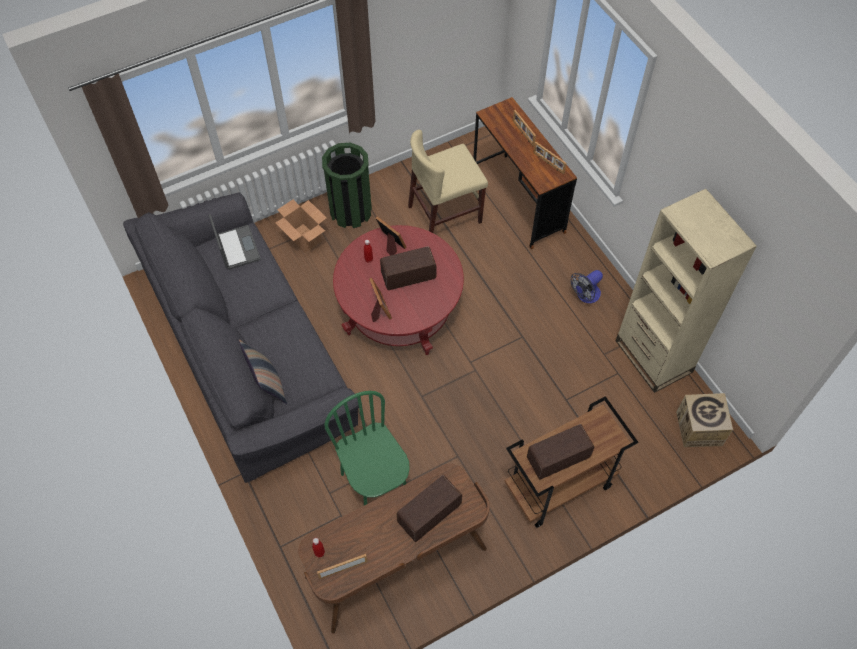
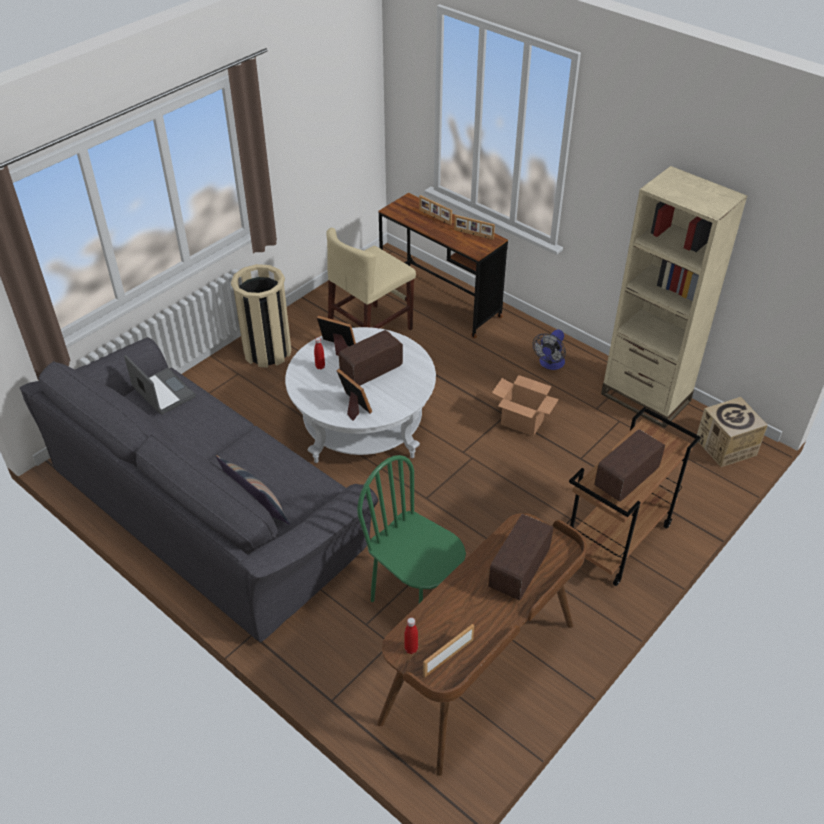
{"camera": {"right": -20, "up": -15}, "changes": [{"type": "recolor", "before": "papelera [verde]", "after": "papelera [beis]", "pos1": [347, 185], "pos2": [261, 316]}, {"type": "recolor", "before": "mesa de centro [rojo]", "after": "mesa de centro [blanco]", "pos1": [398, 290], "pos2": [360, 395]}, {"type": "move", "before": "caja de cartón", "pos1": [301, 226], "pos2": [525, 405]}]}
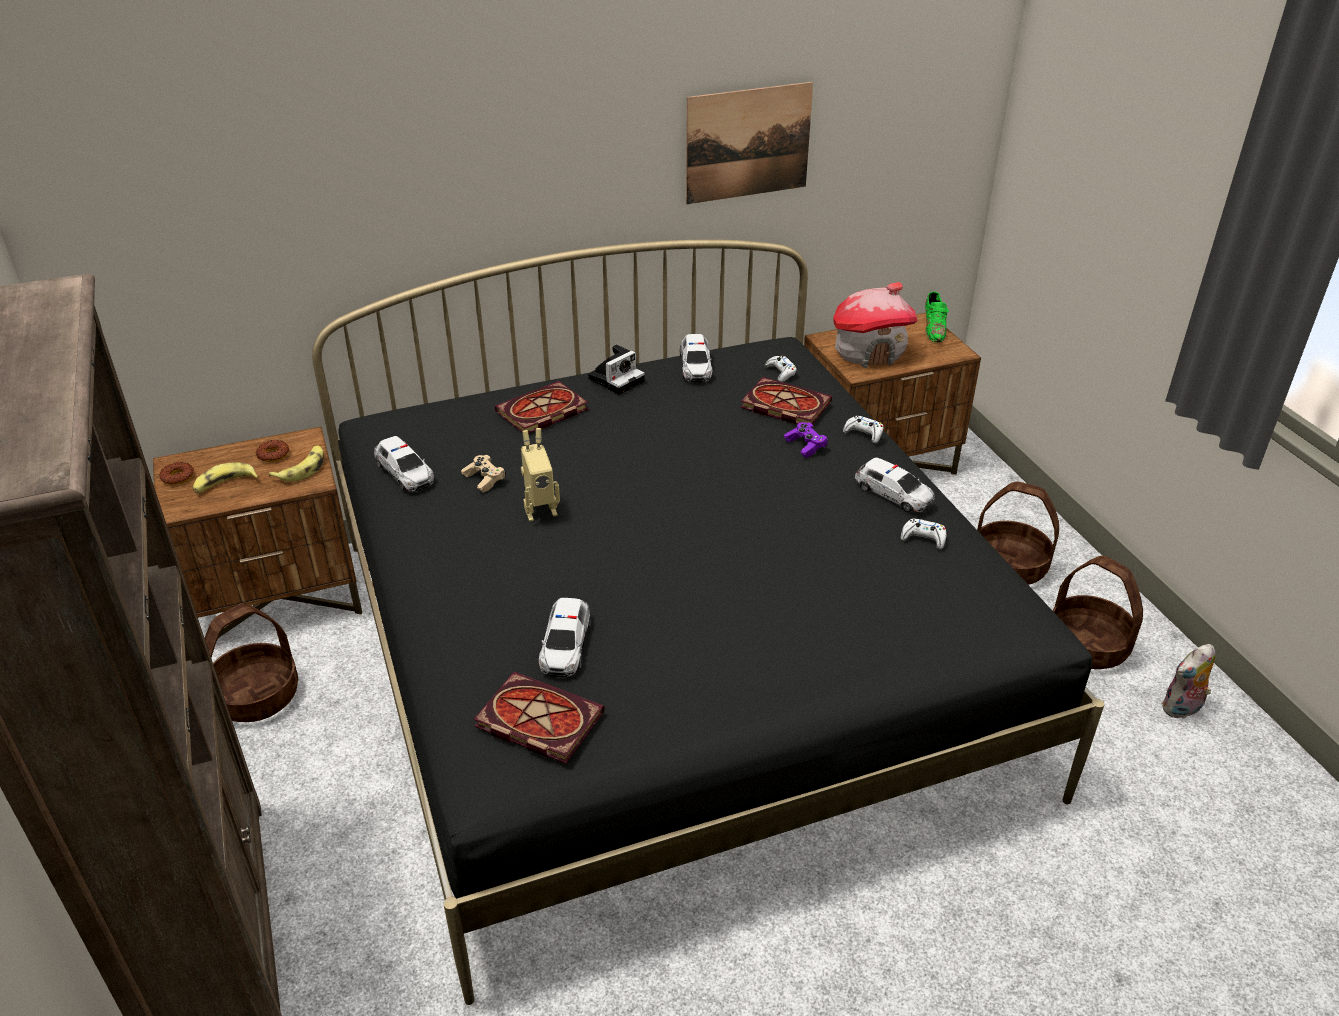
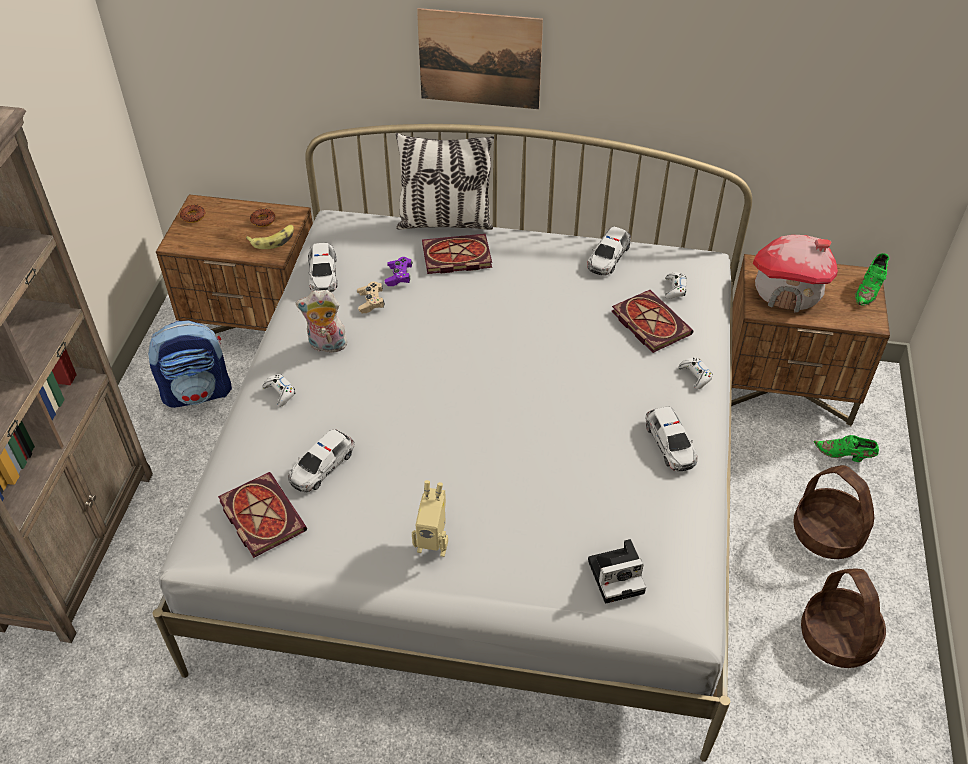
{"camera": {"right": 30, "up": 10}, "changes": [{"type": "replace", "before": "cesta", "after": "mochila", "pos1": [251, 663], "pos2": [190, 364]}, {"type": "recolor", "before": "cama [negro]", "after": "cama [blanco]", "pos1": [708, 622], "pos2": [452, 443]}, {"type": "move", "before": "mando de consola [blanco]", "pos1": [923, 534], "pos2": [279, 390]}, {"type": "move", "before": "peluche", "pos1": [1188, 682], "pos2": [321, 321]}, {"type": "move", "before": "mando de consola [morado]", "pos1": [806, 440], "pos2": [399, 271]}, {"type": "insert", "after": "cojín", "pos2": [445, 181]}, {"type": "move", "before": "robot de juguete", "pos1": [540, 474], "pos2": [430, 518]}, {"type": "move", "before": "cuadro", "pos1": [749, 143], "pos2": [480, 58]}, {"type": "move", "before": "cámara", "pos1": [616, 369], "pos2": [617, 571]}, {"type": "insert", "after": "zapato [verde]", "pos2": [846, 448]}, {"type": "delete", "before": "plátano", "pos1": [226, 477]}]}
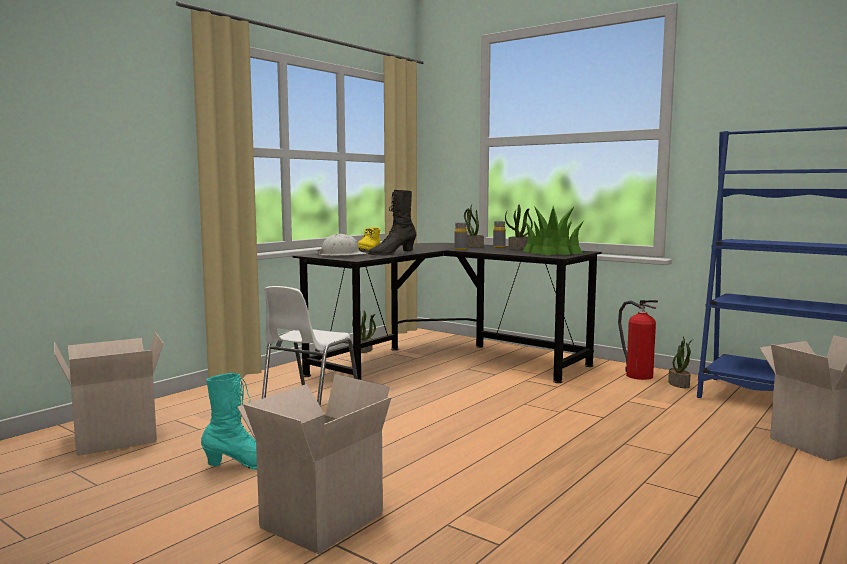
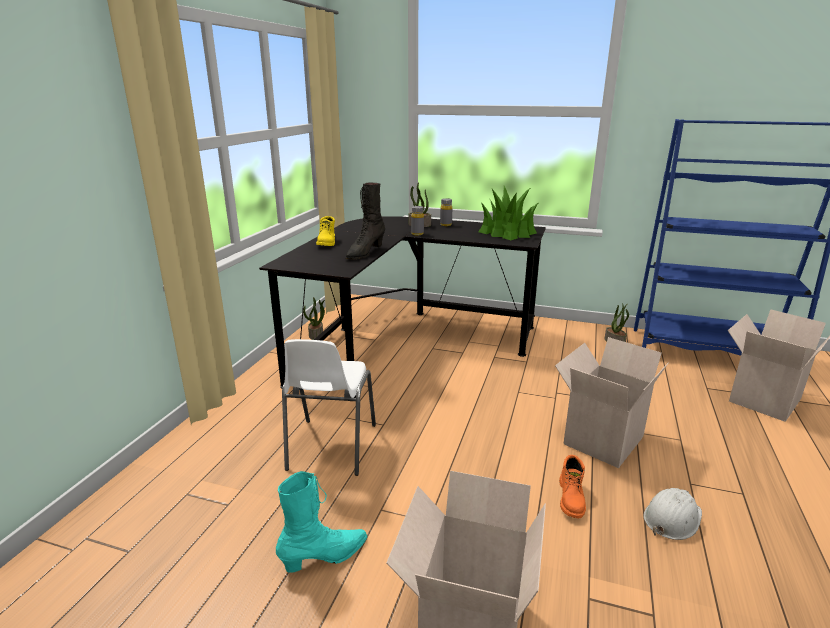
{"camera": {"right": -20, "up": 15}, "changes": [{"type": "move", "before": "caja de cartón", "pos1": [108, 394], "pos2": [611, 402]}, {"type": "insert", "after": "bota [naranja]", "pos2": [572, 486]}, {"type": "move", "before": "casco [blanco]", "pos1": [342, 245], "pos2": [672, 514]}, {"type": "delete", "before": "planta en maceta", "pos1": [519, 227]}, {"type": "delete", "before": "extintor", "pos1": [638, 340]}]}
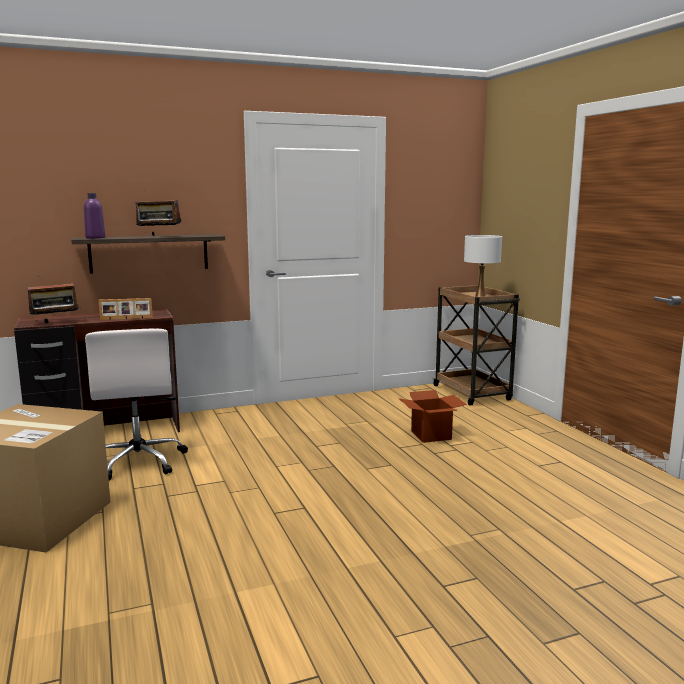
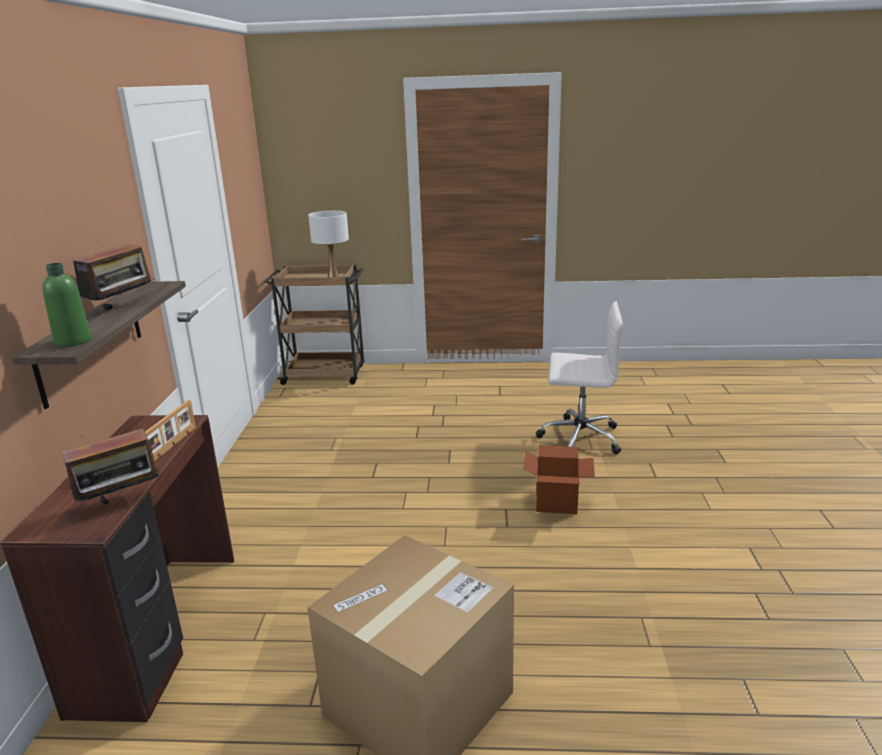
{"camera": {"right": -65, "up": 10}, "changes": [{"type": "recolor", "before": "botella [morado]", "after": "botella [verde]", "pos1": [94, 216], "pos2": [66, 305]}, {"type": "rotate", "before": "radio", "pos1": [52, 299], "pos2": [112, 467], "turn": 60}, {"type": "move", "before": "caja de cartón", "pos1": [433, 416], "pos2": [559, 479]}, {"type": "move", "before": "silla de oficina [blanco]", "pos1": [136, 404], "pos2": [579, 377]}]}
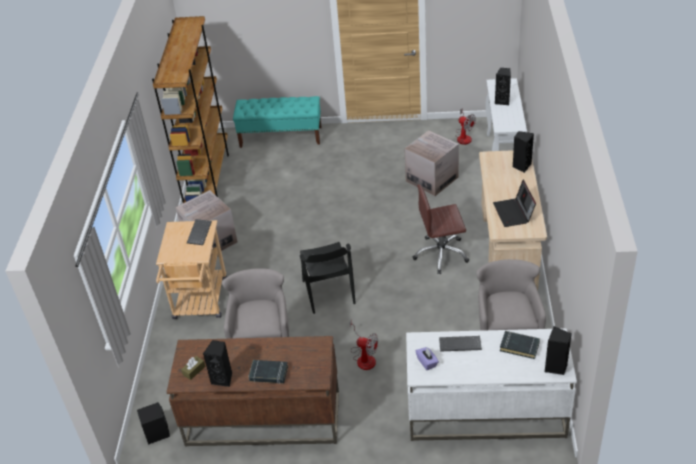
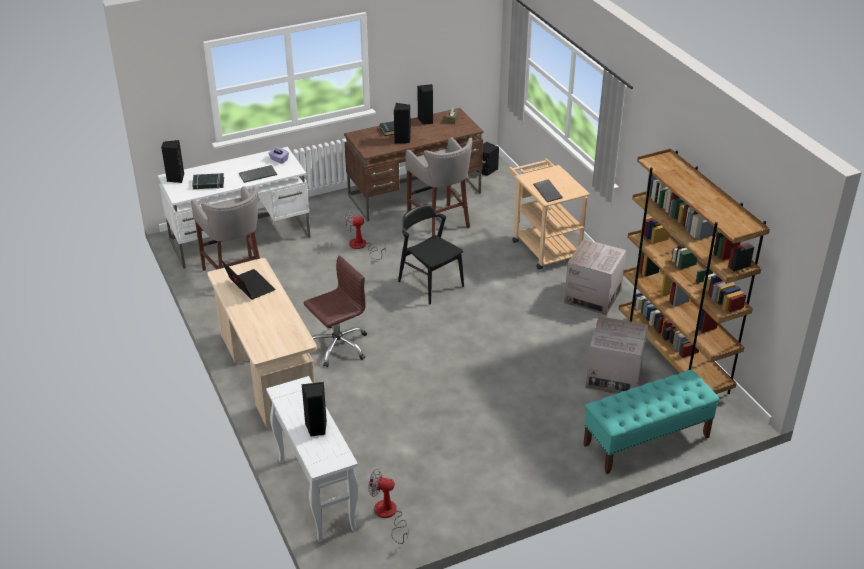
{"camera": {"right": 150, "up": -5}, "changes": [{"type": "move", "before": "altavoz [negro]", "pos1": [523, 152], "pos2": [402, 123]}, {"type": "move", "before": "caja de cartón", "pos1": [431, 163], "pos2": [617, 355]}]}
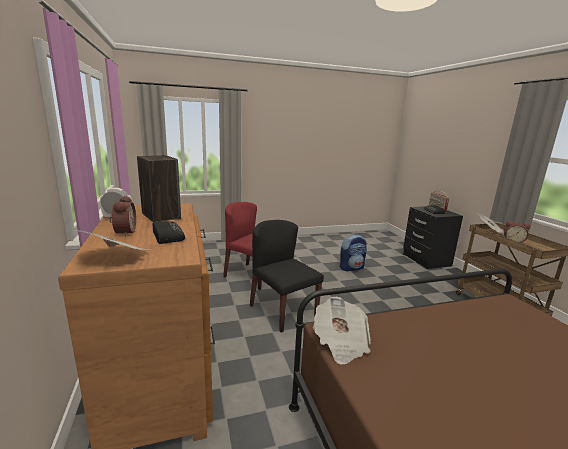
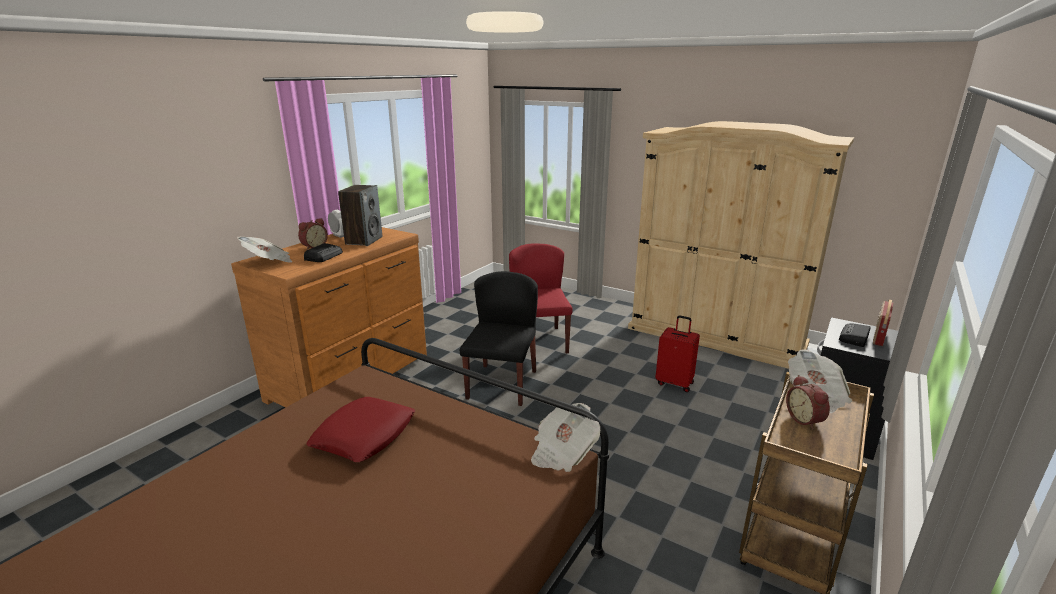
{"camera": {"right": 50, "up": 5}, "changes": [{"type": "insert", "after": "cojín [rojo]", "pos2": [360, 429]}, {"type": "move", "before": "periódico", "pos1": [342, 331], "pos2": [565, 437]}, {"type": "insert", "after": "armario ropero [beis]", "pos2": [741, 245]}, {"type": "replace", "before": "mochila", "after": "maleta [rojo]", "pos1": [353, 253], "pos2": [677, 353]}]}
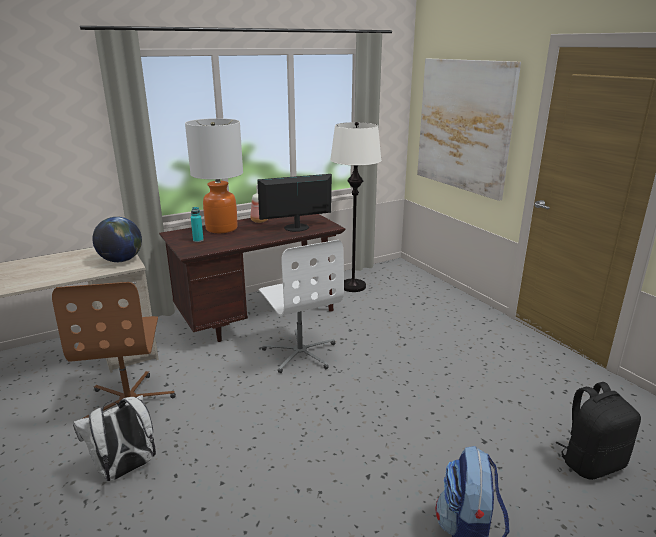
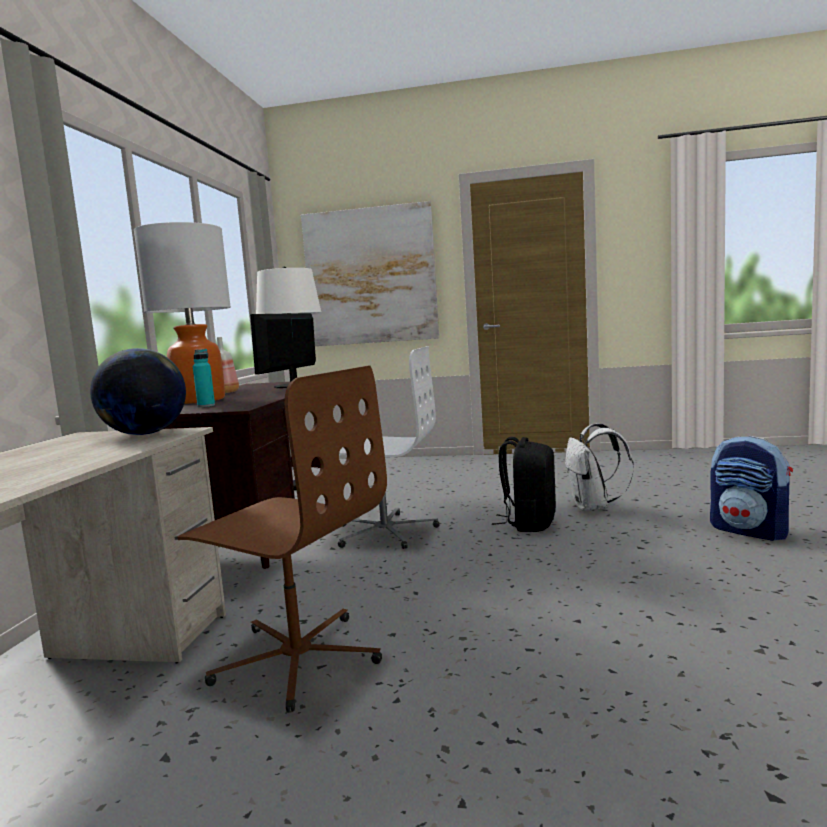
{"camera": {"right": -50, "up": -15}, "changes": [{"type": "move", "before": "mochila [negro]", "pos1": [598, 431], "pos2": [524, 484]}, {"type": "move", "before": "mochila [blanco]", "pos1": [114, 438], "pos2": [599, 467]}]}
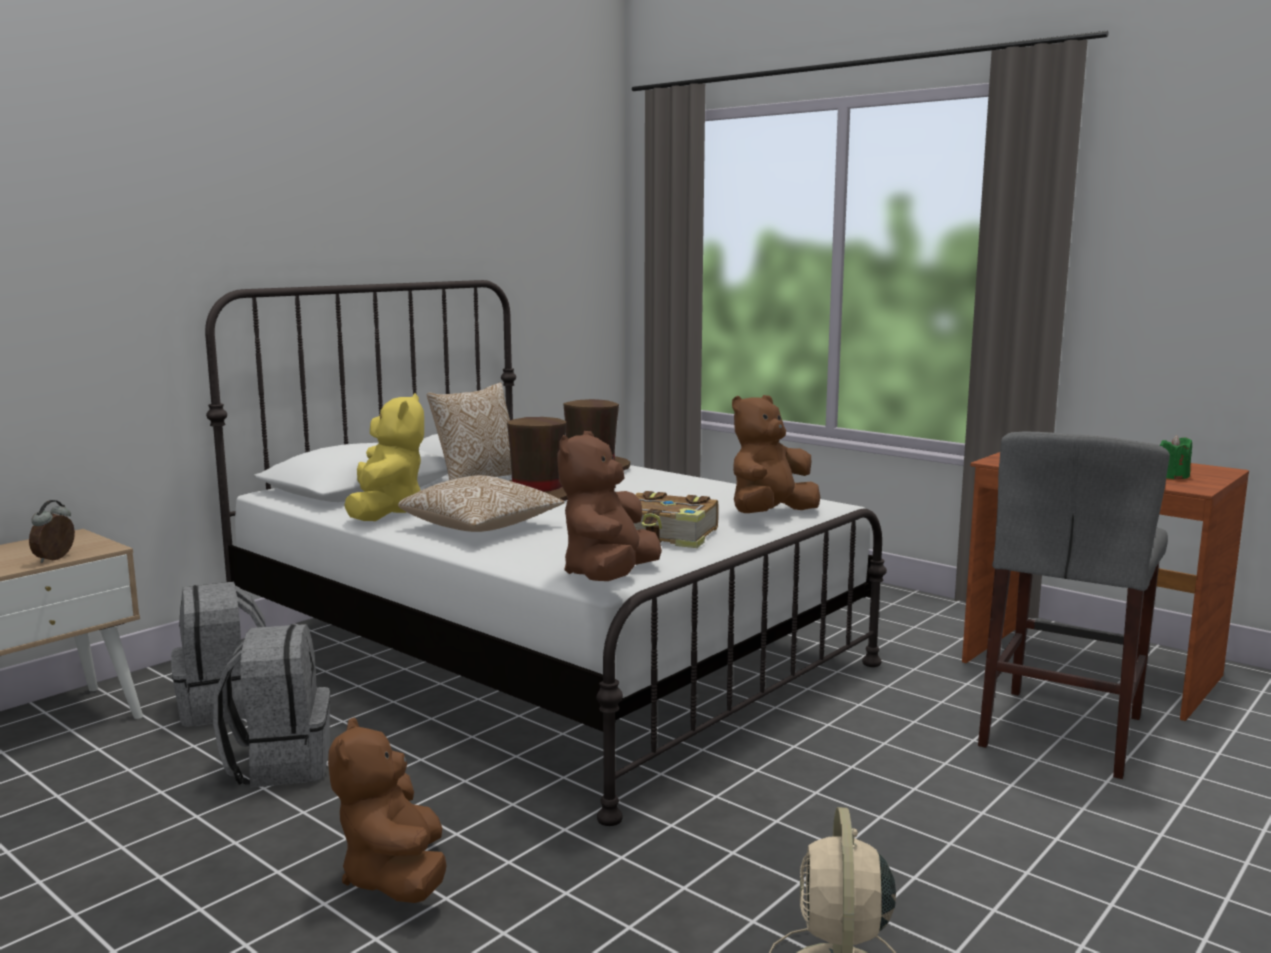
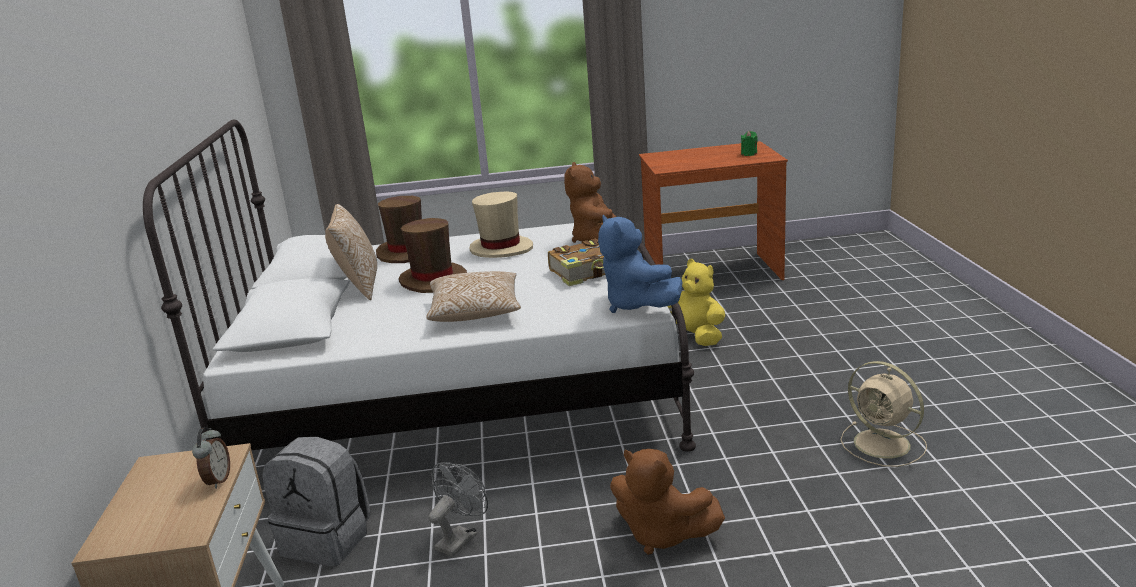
{"camera": {"right": -45, "up": 10}, "changes": [{"type": "rotate", "before": "despertador", "pos1": [52, 531], "pos2": [211, 458], "turn": -150}, {"type": "replace", "before": "mochila [gris]", "after": "ventilador [gris]", "pos1": [271, 706], "pos2": [458, 509]}, {"type": "insert", "after": "sombrero [beis]", "pos2": [501, 224]}, {"type": "recolor", "before": "peluche [marrón]", "after": "peluche [azul]", "pos1": [610, 506], "pos2": [640, 264]}, {"type": "move", "before": "peluche [amarillo]", "pos1": [384, 457], "pos2": [696, 302]}, {"type": "delete", "before": "taburete [gris]", "pos1": [1074, 605]}]}
